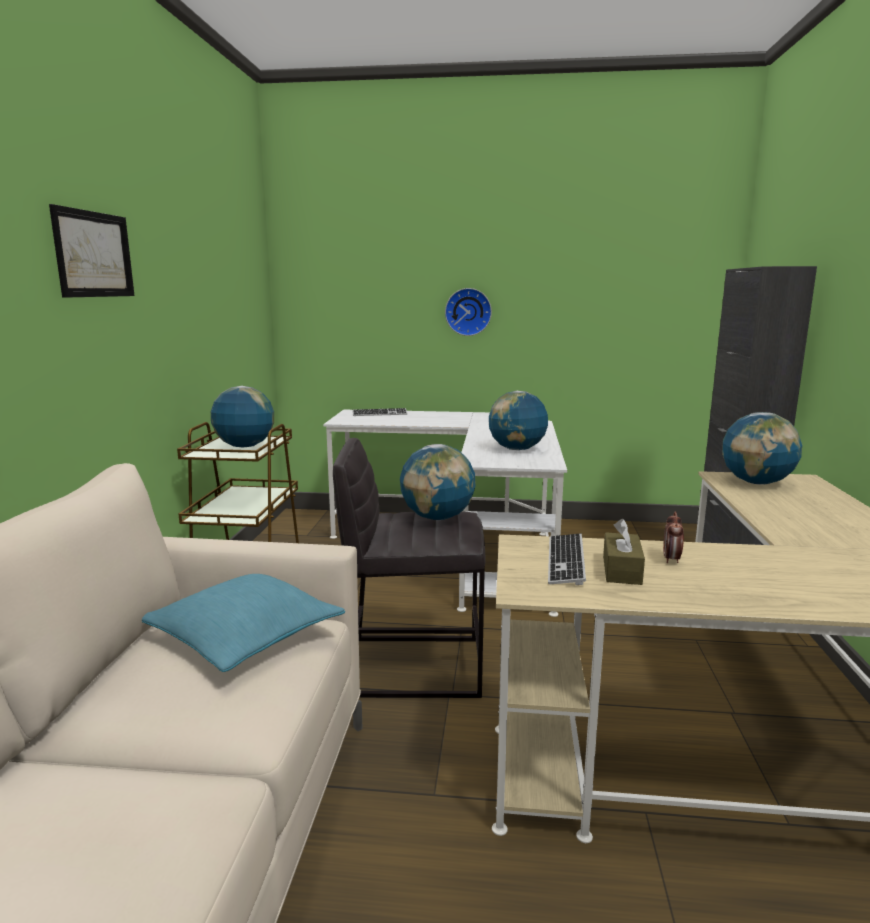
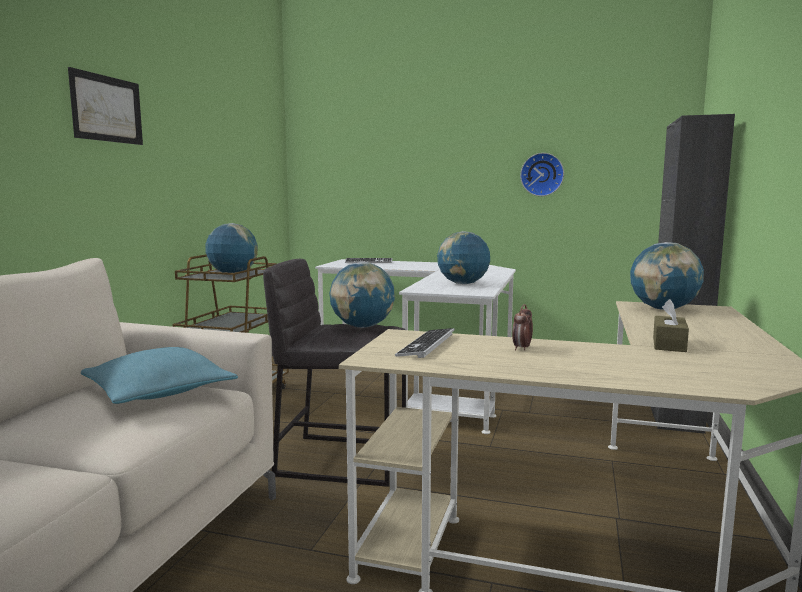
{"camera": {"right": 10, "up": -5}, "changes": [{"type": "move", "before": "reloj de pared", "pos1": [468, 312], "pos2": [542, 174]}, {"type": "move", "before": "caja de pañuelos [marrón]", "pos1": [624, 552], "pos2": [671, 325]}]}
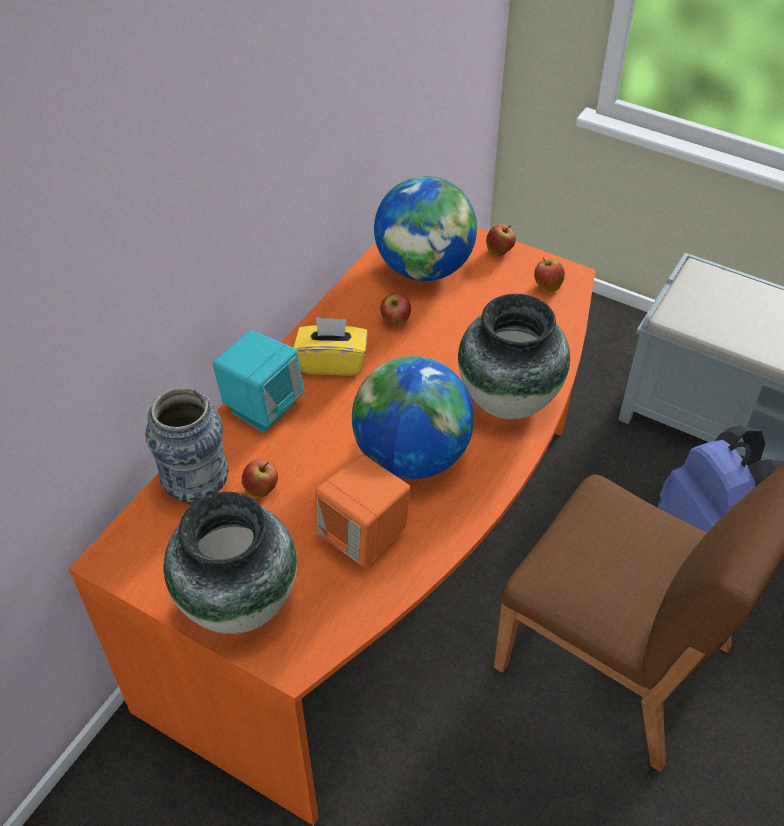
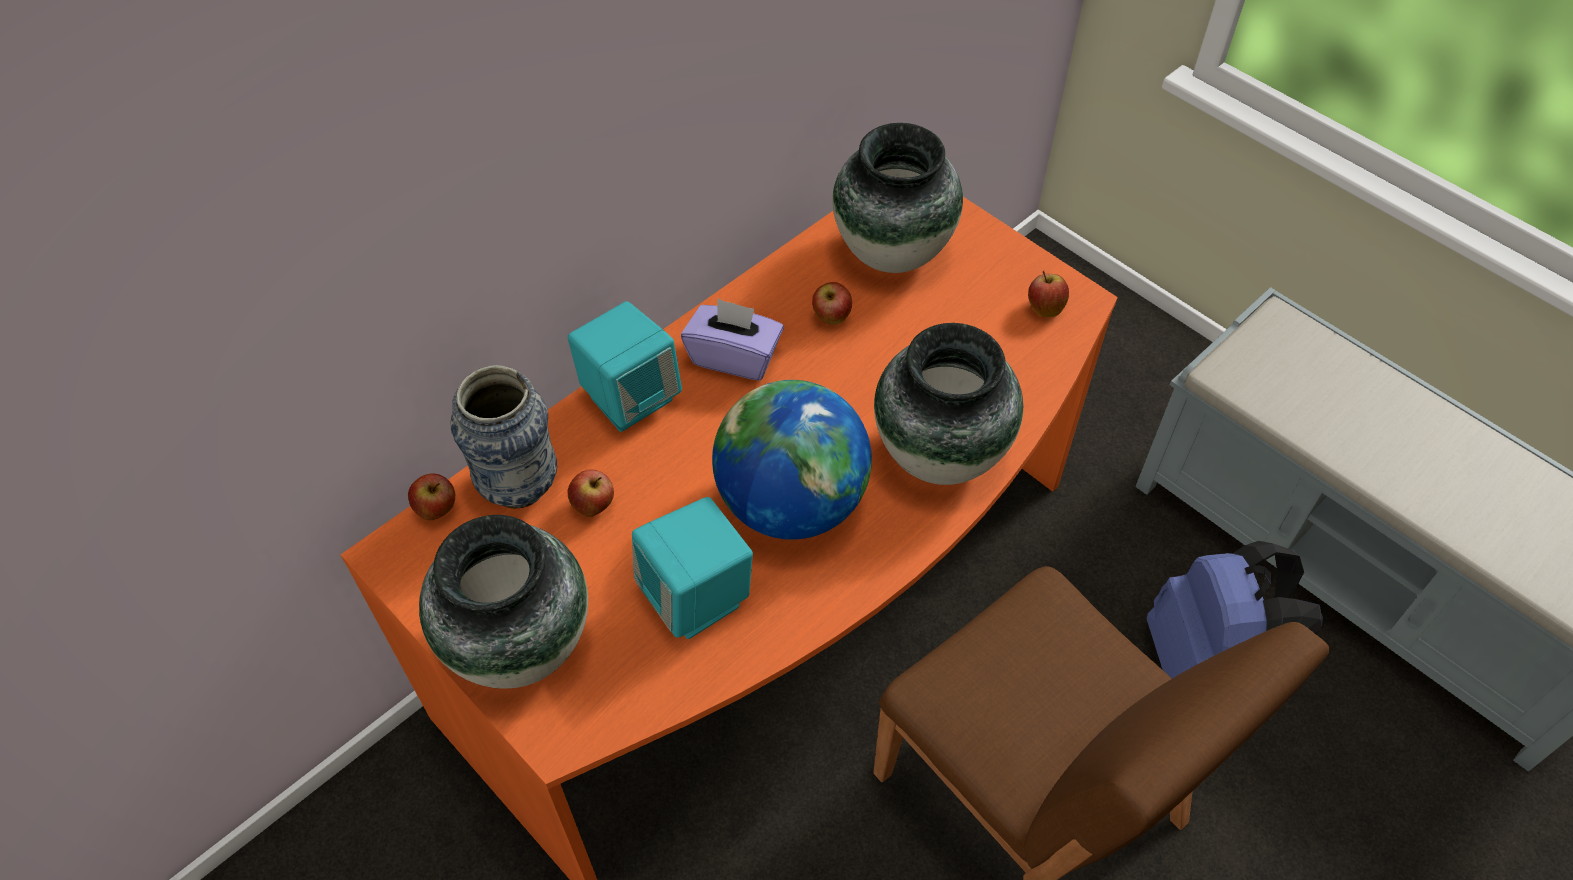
{"camera": {"right": 15, "up": 5}, "changes": [{"type": "move", "before": "manzana", "pos1": [501, 240], "pos2": [431, 496]}, {"type": "recolor", "before": "altavoz [naranja]", "after": "altavoz [turquesa]", "pos1": [362, 511], "pos2": [692, 568]}, {"type": "recolor", "before": "caja de pañuelos [amarillo]", "after": "caja de pañuelos [morado]", "pos1": [331, 346], "pos2": [732, 339]}, {"type": "replace", "before": "globo terráqueo", "after": "florero", "pos1": [425, 228], "pos2": [897, 198]}]}
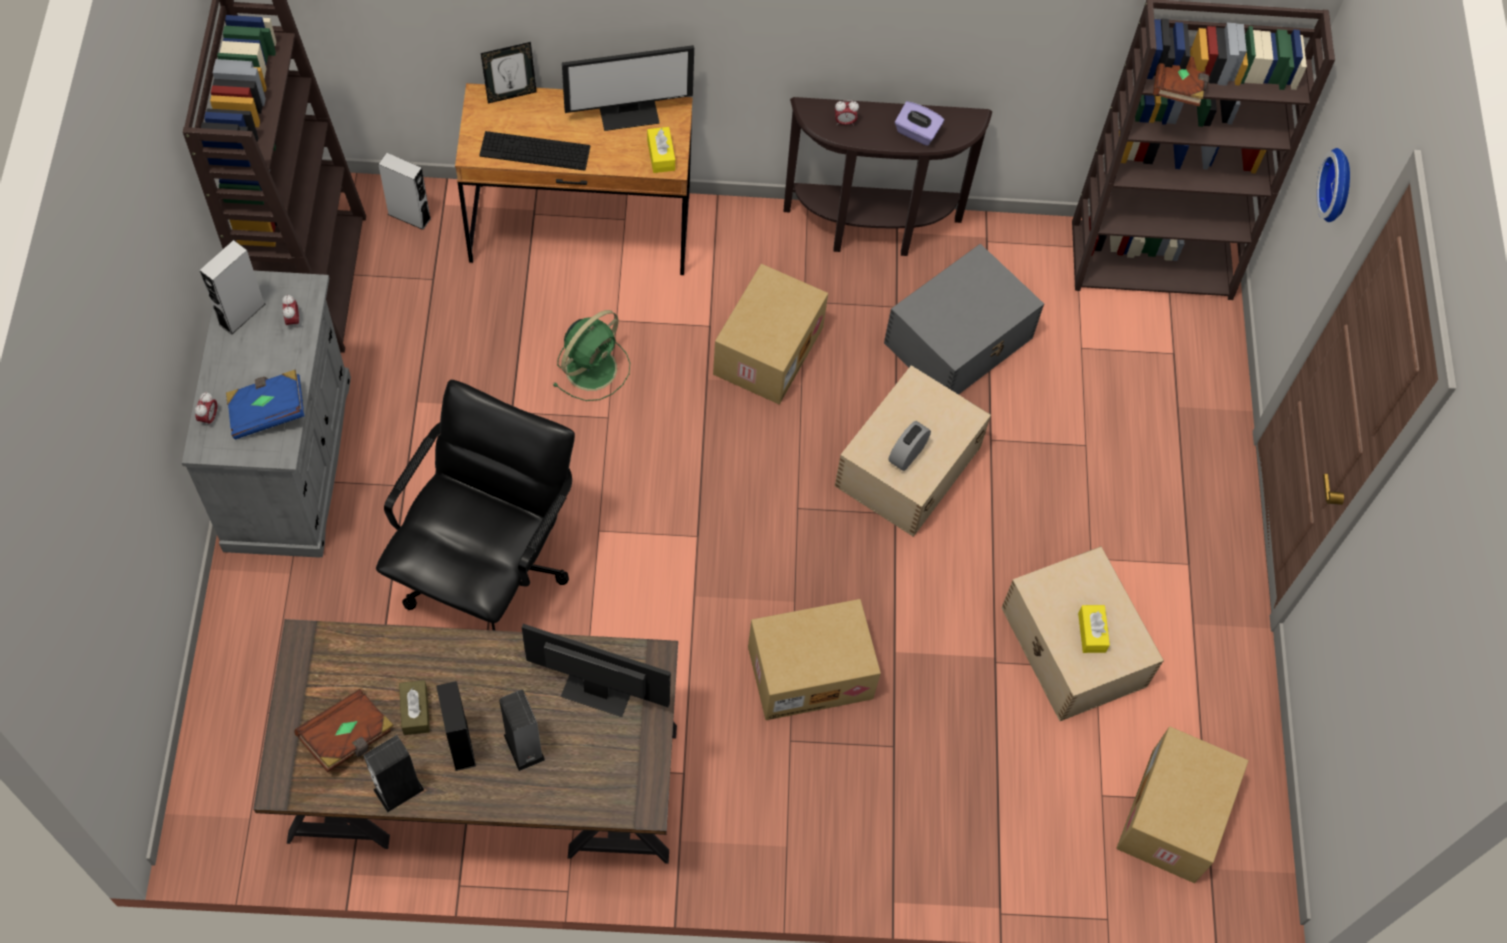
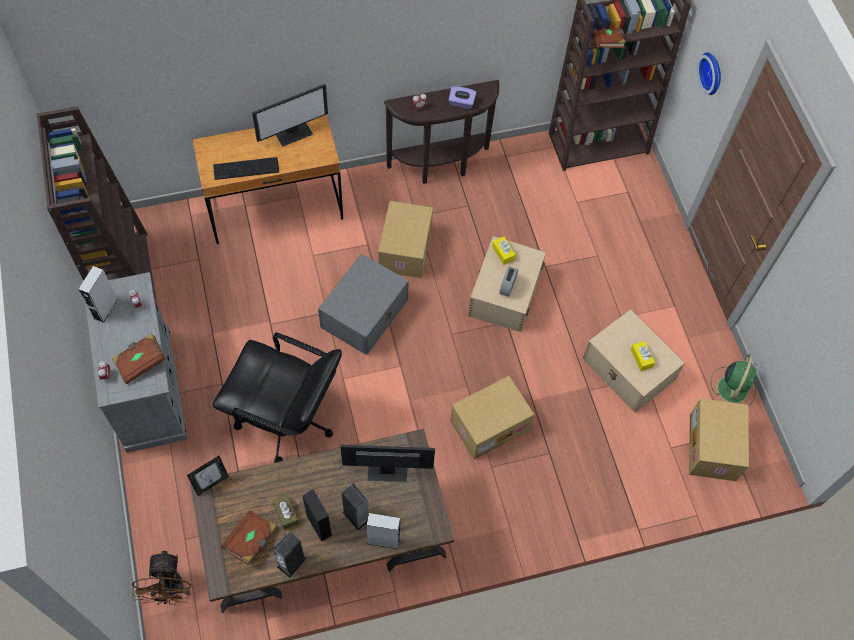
{"camera": {"right": -15, "up": 0}, "changes": [{"type": "recolor", "before": "libro [azul]", "after": "libro [marrón]", "pos1": [265, 404], "pos2": [138, 358]}, {"type": "insert", "after": "ventilador [marrón]", "pos2": [161, 578]}, {"type": "move", "before": "portarretratos", "pos1": [509, 73], "pos2": [208, 476]}, {"type": "rotate", "before": "silla de oficina [negro]", "pos1": [475, 505], "pos2": [277, 398], "turn": 105}, {"type": "move", "before": "caja de almacenaje [gris]", "pos1": [964, 319], "pos2": [363, 304]}, {"type": "move", "before": "altavoz [gris]", "pos1": [404, 191], "pos2": [383, 531]}, {"type": "move", "before": "caja de pañuelos [amarillo]", "pos1": [661, 150], "pos2": [504, 251]}, {"type": "move", "before": "ventilador [verde]", "pos1": [591, 355], "pos2": [733, 380]}]}
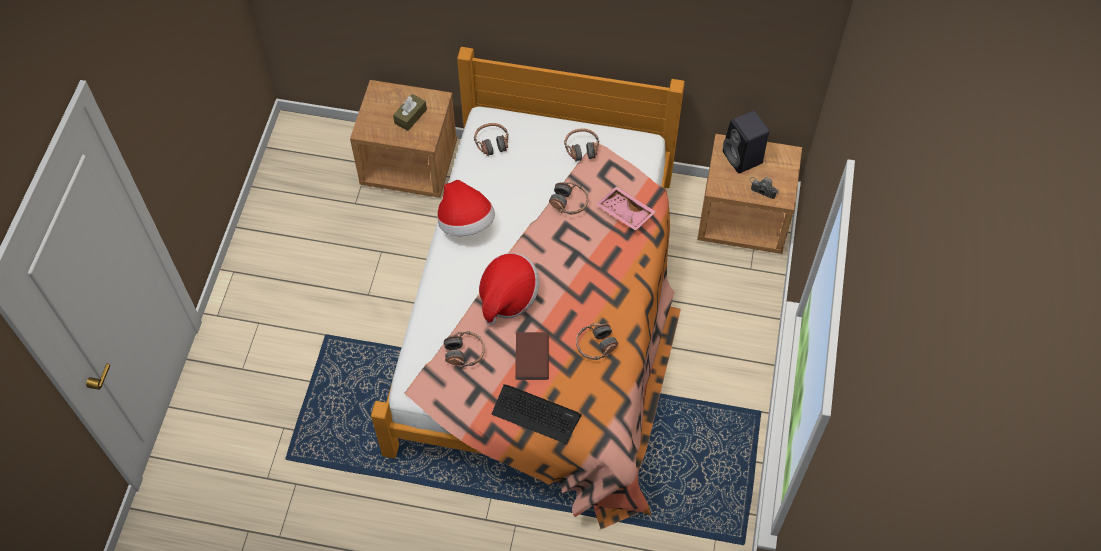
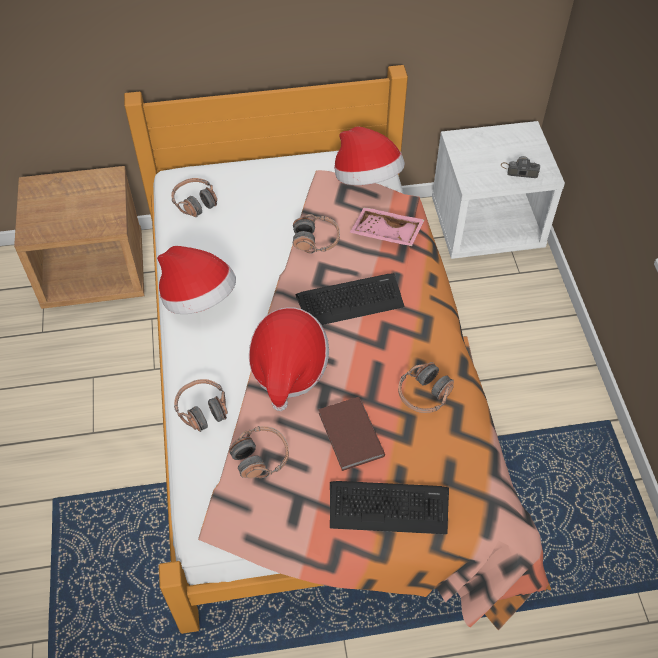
{"camera": {"right": -20, "up": -5}, "changes": [{"type": "move", "before": "auriculares", "pos1": [581, 145], "pos2": [201, 405]}, {"type": "insert", "after": "teclado", "pos2": [350, 299]}, {"type": "insert", "after": "sombrero", "pos2": [369, 155]}, {"type": "recolor", "before": "mesita de noche [marrón]", "after": "mesita de noche [blanco]", "pos1": [749, 194], "pos2": [498, 190]}, {"type": "delete", "before": "caja de pañuelos [marrón]", "pos1": [410, 112]}, {"type": "delete", "before": "altavoz [negro]", "pos1": [746, 142]}]}
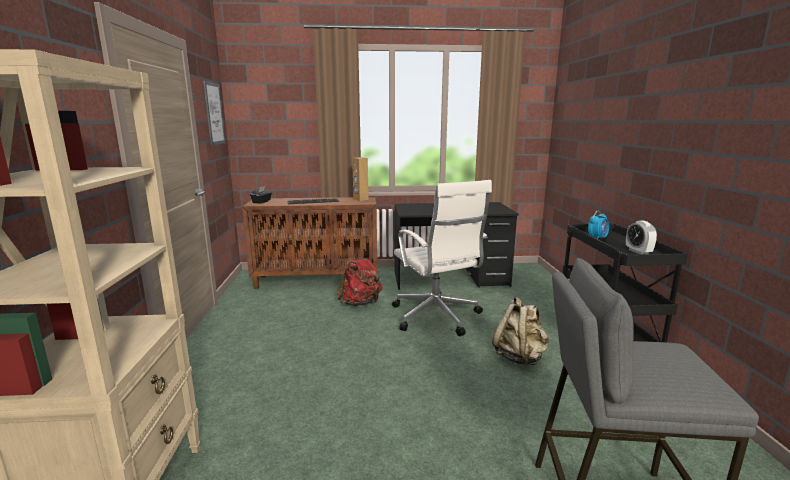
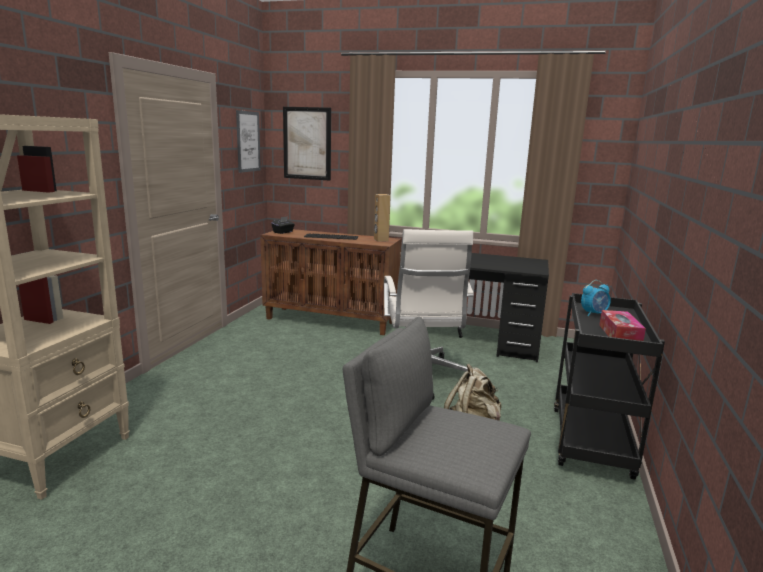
{"camera": {"right": 20, "up": 0}, "changes": [{"type": "insert", "after": "cuadro", "pos2": [307, 144]}, {"type": "replace", "before": "despertador", "after": "caja de pañuelos", "pos1": [641, 237], "pos2": [622, 325]}, {"type": "delete", "before": "mochila [rojo]", "pos1": [360, 279]}]}
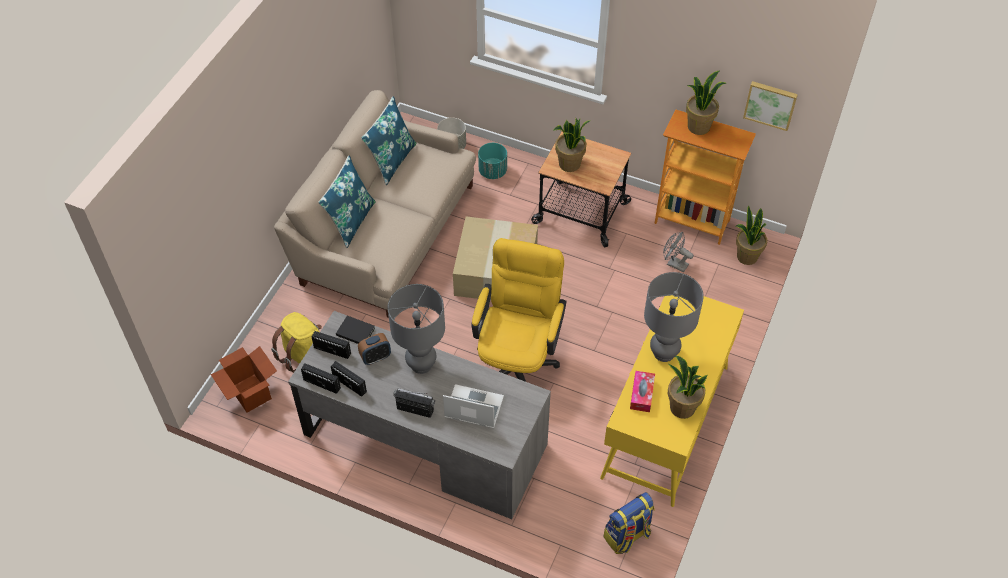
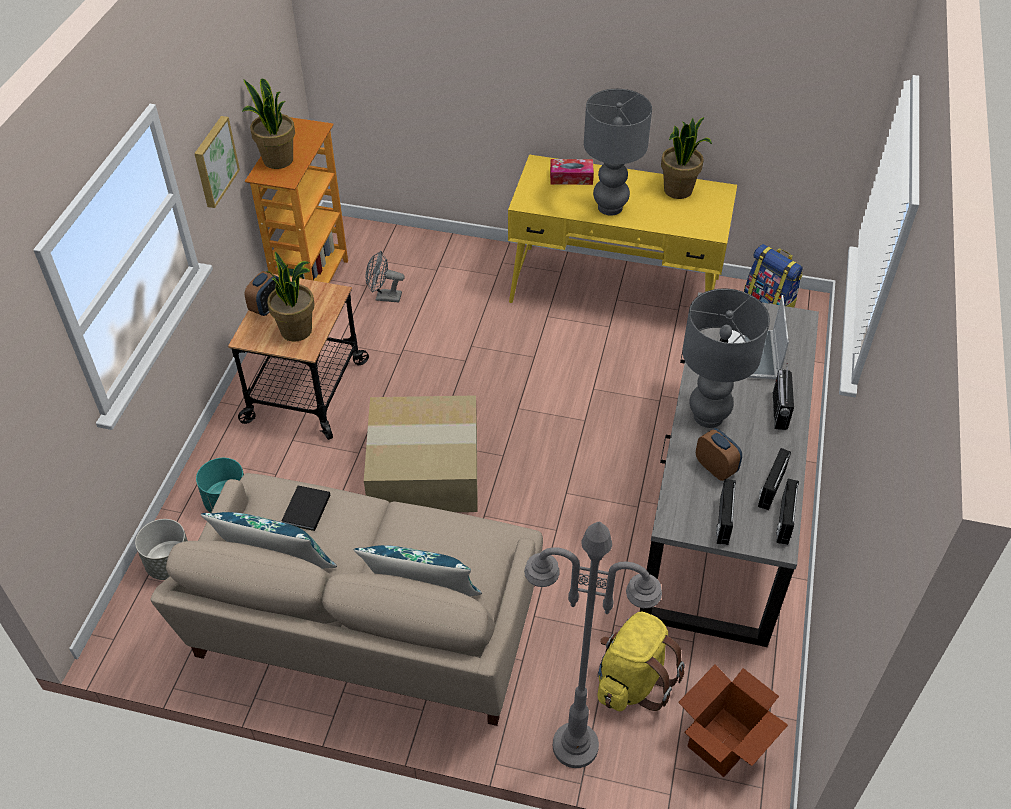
{"camera": {"right": -100, "up": -5}, "changes": [{"type": "move", "before": "cuadro", "pos1": [770, 106], "pos2": [217, 162]}, {"type": "insert", "after": "despertador", "pos2": [262, 293]}, {"type": "move", "before": "libro [negro]", "pos1": [355, 330], "pos2": [306, 508]}, {"type": "rotate", "before": "ventilador [gris]", "pos1": [678, 252], "pos2": [385, 277], "turn": 75}, {"type": "insert", "after": "lámpara de pie [gris]", "pos2": [593, 645]}, {"type": "move", "before": "caja de pañuelos", "pos1": [642, 391], "pos2": [572, 172]}, {"type": "delete", "before": "silla de oficina [amarillo]", "pos1": [519, 310]}, {"type": "delete", "before": "planta en maceta", "pos1": [751, 235]}]}
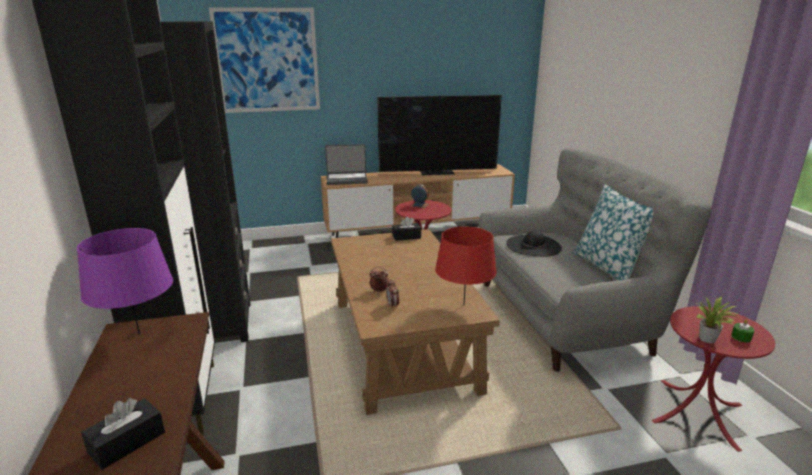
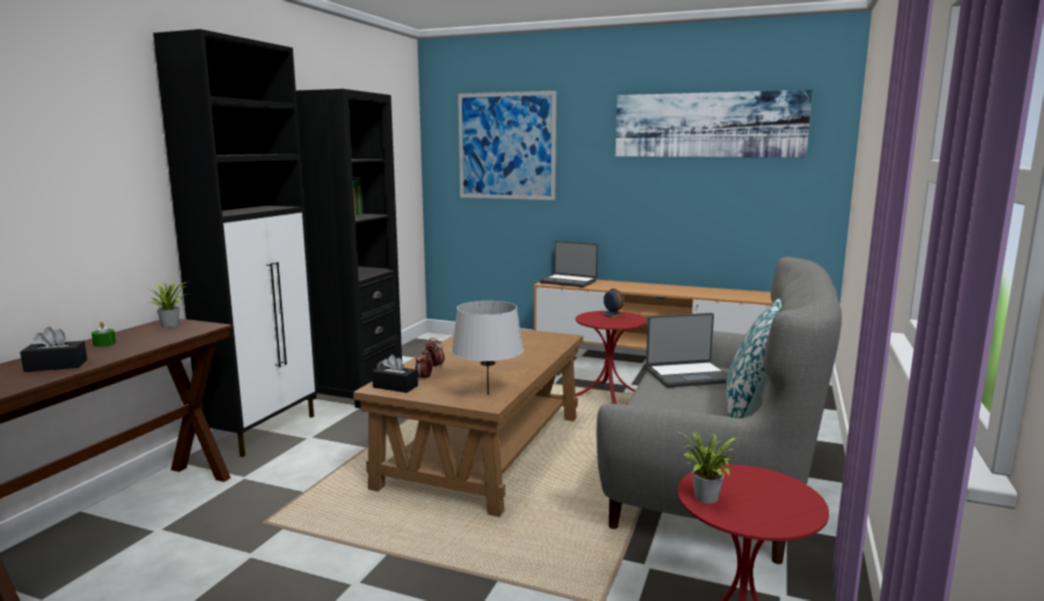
{"camera": {"right": 35, "up": -10}, "changes": [{"type": "move", "before": "vela [verde]", "pos1": [742, 331], "pos2": [104, 334]}, {"type": "replace", "before": "lámpara de mesa [morado]", "after": "planta en maceta", "pos1": [125, 281], "pos2": [165, 304]}, {"type": "move", "before": "caja de pañuelos [negro]", "pos1": [406, 228], "pos2": [395, 374]}, {"type": "recolor", "before": "lámpara de mesa [rojo]", "after": "lámpara de mesa [gris]", "pos1": [466, 265], "pos2": [487, 348]}, {"type": "insert", "after": "cuadro", "pos2": [713, 123]}, {"type": "replace", "before": "sombrero [negro]", "after": "portátil", "pos1": [534, 244], "pos2": [687, 350]}, {"type": "delete", "before": "televisor", "pos1": [439, 135]}]}
